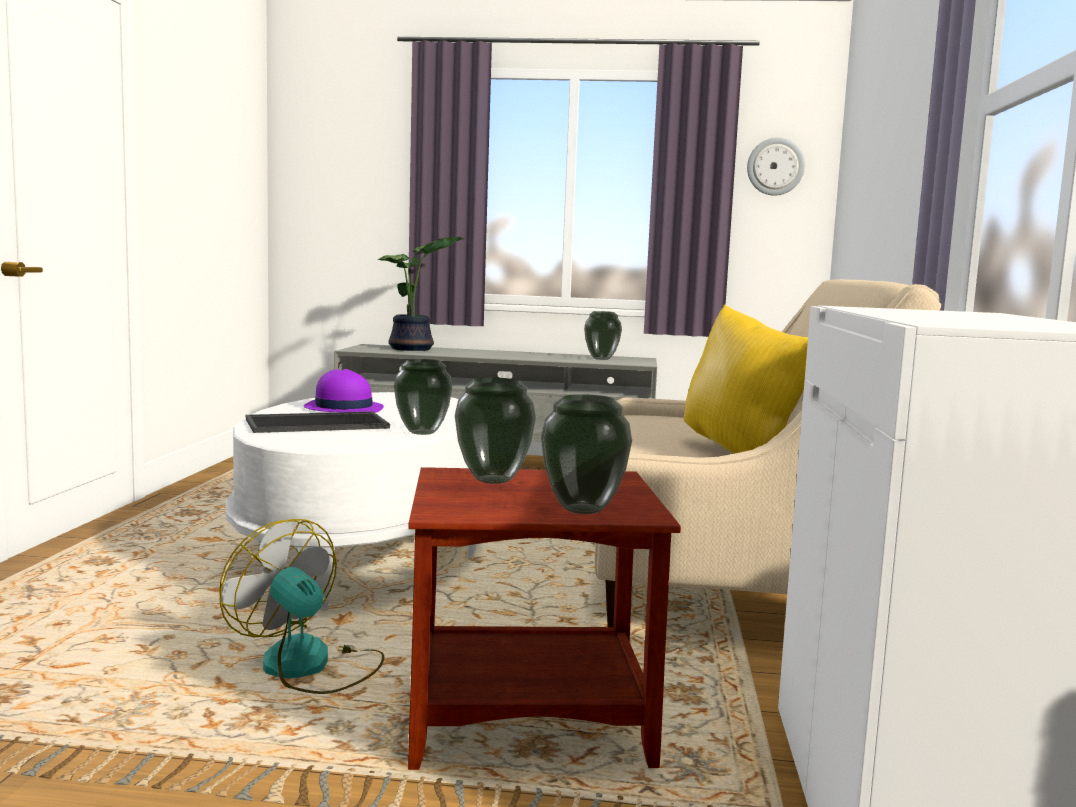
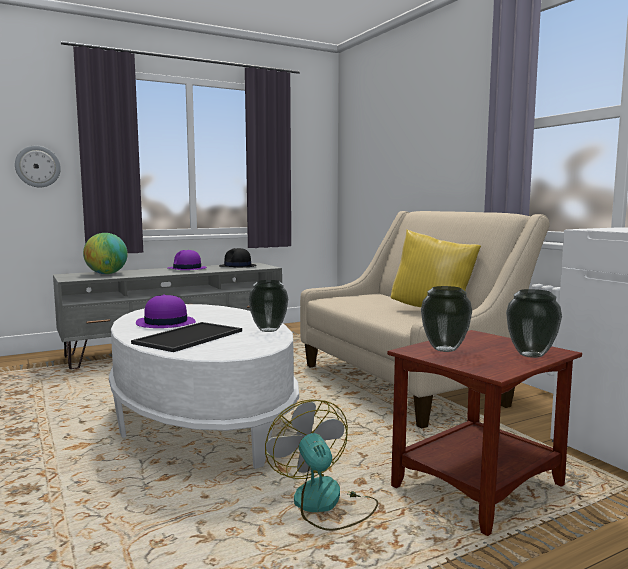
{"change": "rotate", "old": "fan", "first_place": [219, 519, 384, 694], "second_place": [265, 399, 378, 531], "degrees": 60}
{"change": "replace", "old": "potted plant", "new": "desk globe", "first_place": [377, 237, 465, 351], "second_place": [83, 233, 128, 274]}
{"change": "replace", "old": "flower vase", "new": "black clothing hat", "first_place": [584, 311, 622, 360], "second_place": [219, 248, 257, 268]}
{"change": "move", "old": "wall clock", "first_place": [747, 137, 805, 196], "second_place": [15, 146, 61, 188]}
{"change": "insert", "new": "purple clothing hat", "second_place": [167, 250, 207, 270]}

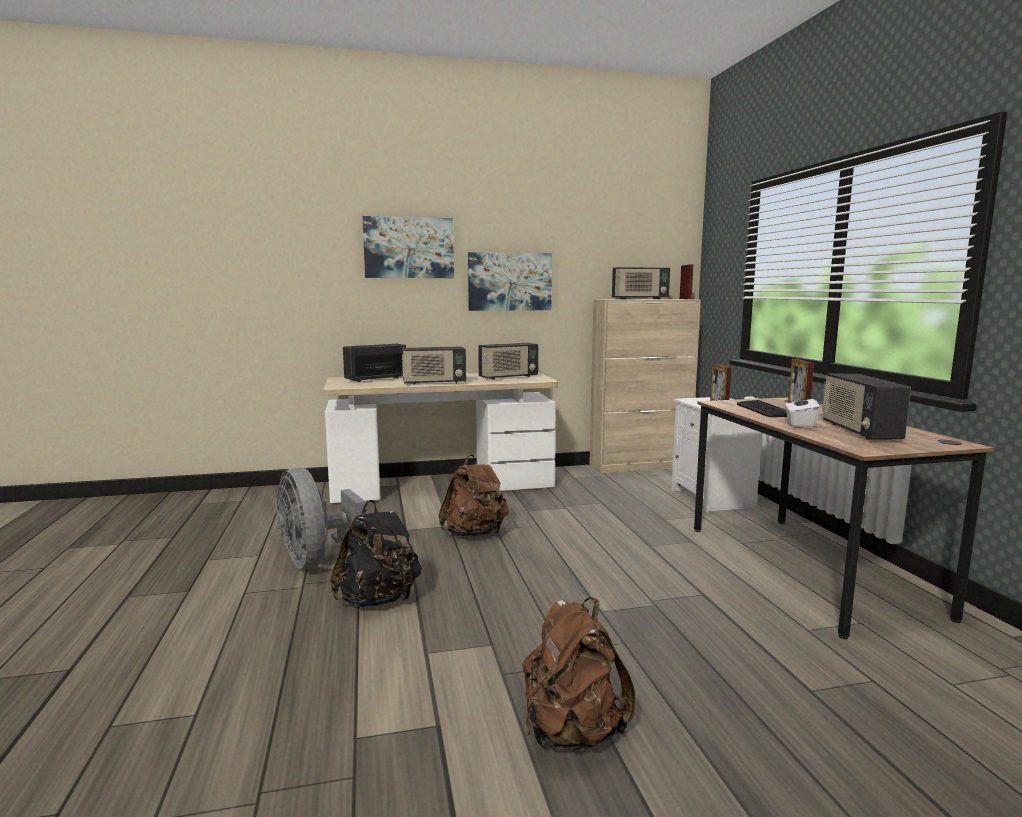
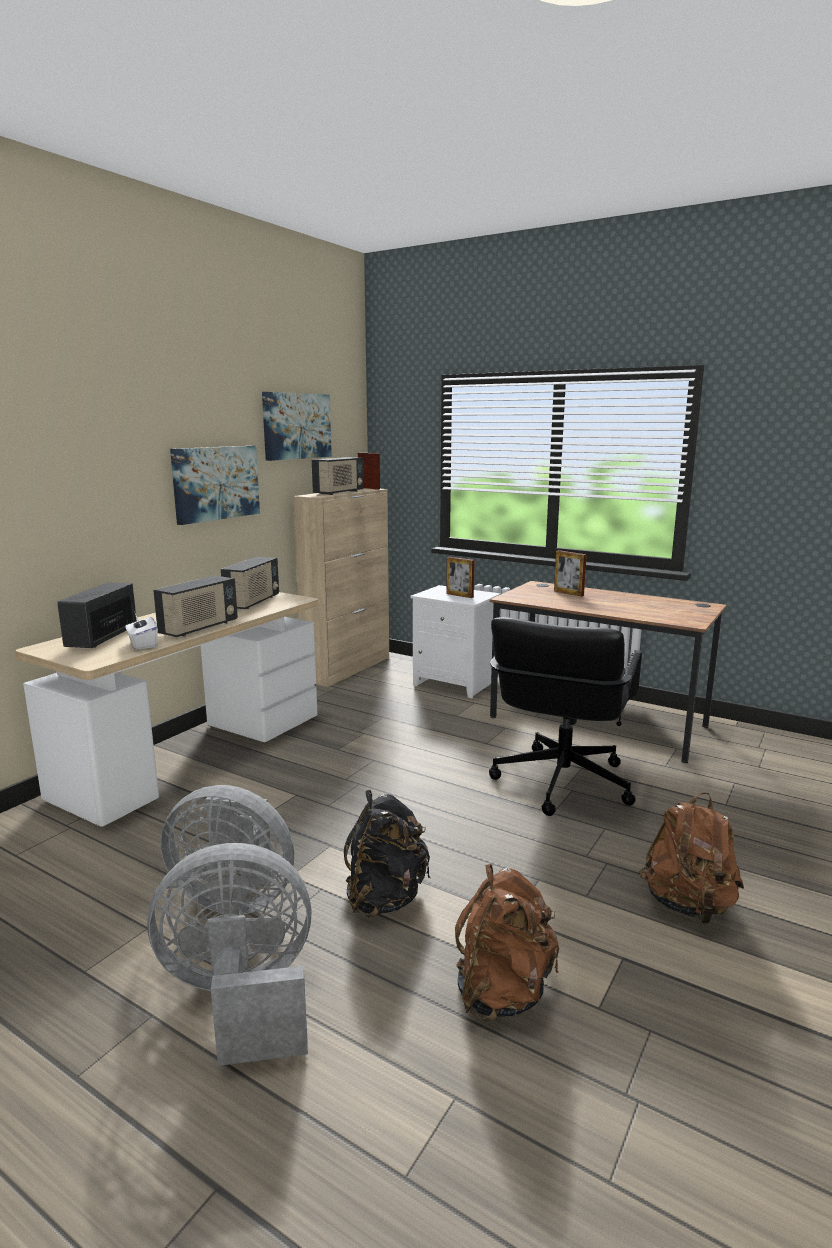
{"change": "move", "old": "wall picture", "first_place": [363, 216, 454, 278], "second_place": [262, 392, 332, 461]}
{"change": "move", "old": "brown knapsack", "first_place": [438, 454, 509, 537], "second_place": [455, 864, 559, 1022]}
{"change": "delete", "old": "computer keyboard", "first_place": [737, 400, 787, 417]}
{"change": "move", "old": "white-coloured tissue box", "first_place": [785, 393, 819, 428], "second_place": [125, 614, 158, 650]}
{"change": "delete", "old": "radio receiver", "first_place": [822, 374, 911, 440]}
{"change": "insert", "new": "greyish fan", "second_place": [147, 843, 312, 1066]}
{"change": "insert", "new": "black desk chair", "second_place": [489, 617, 642, 816]}

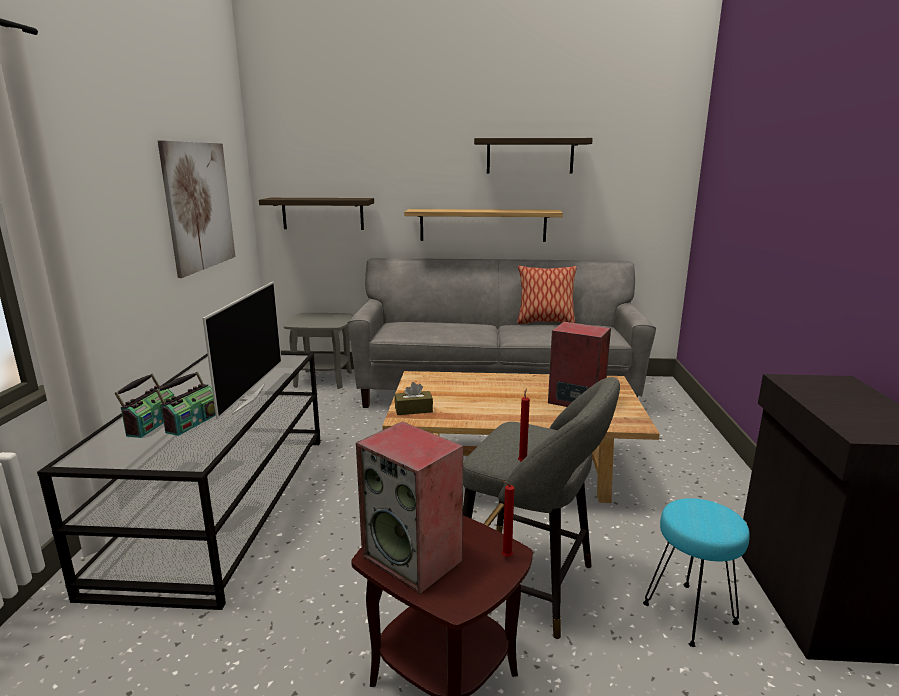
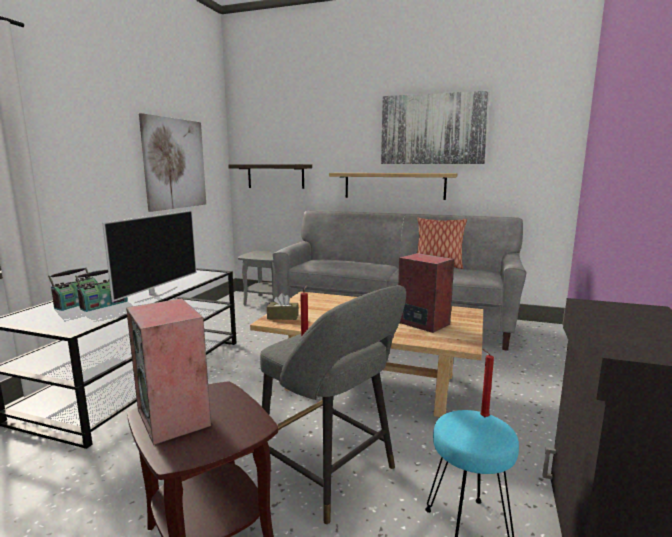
{"change": "replace", "old": "bracket shelf", "new": "wall picture", "first_place": [474, 138, 593, 174], "second_place": [381, 91, 490, 164]}
{"change": "move", "old": "red wax light", "first_place": [501, 480, 514, 557], "second_place": [480, 349, 494, 418]}

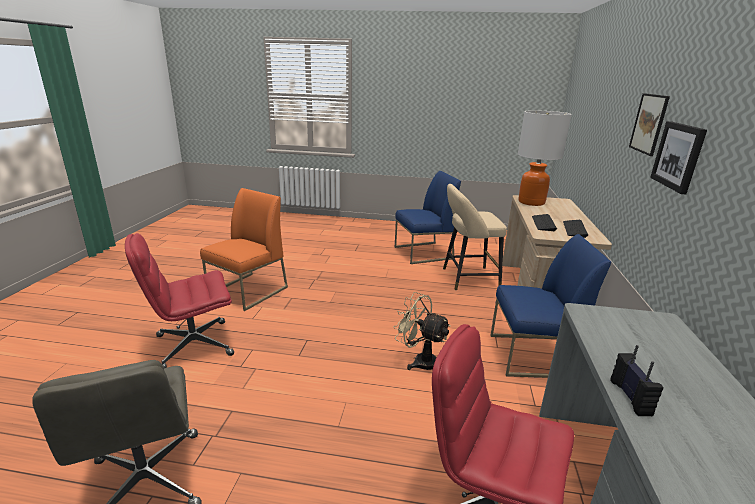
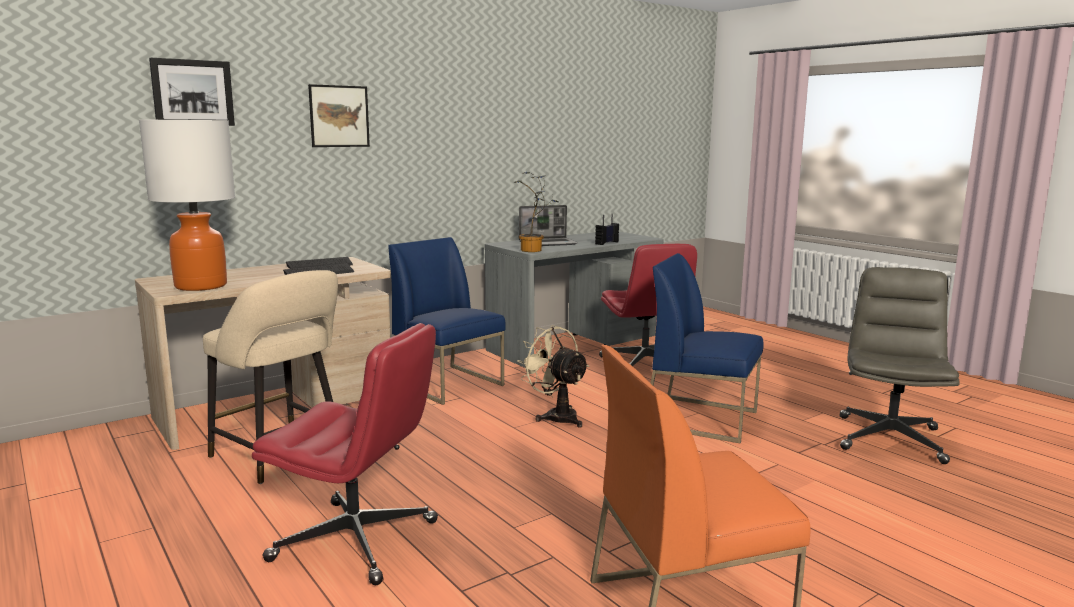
{"change": "move", "old": "red desk chair", "first_place": [125, 233, 234, 368], "second_place": [252, 323, 438, 585]}
{"change": "rotate", "old": "sand-coloured fan", "first_place": [394, 292, 451, 370], "second_place": [517, 325, 589, 428], "degrees": 150}
{"change": "move", "old": "blue-coloured plain chair", "first_place": [395, 171, 461, 264], "second_place": [651, 253, 764, 443]}
{"change": "move", "old": "wall picture", "first_place": [650, 121, 707, 194], "second_place": [149, 58, 235, 126]}
{"change": "insert", "new": "potted plant", "second_place": [514, 172, 559, 252]}
{"change": "insert", "new": "notebook computer", "second_place": [519, 205, 578, 246]}

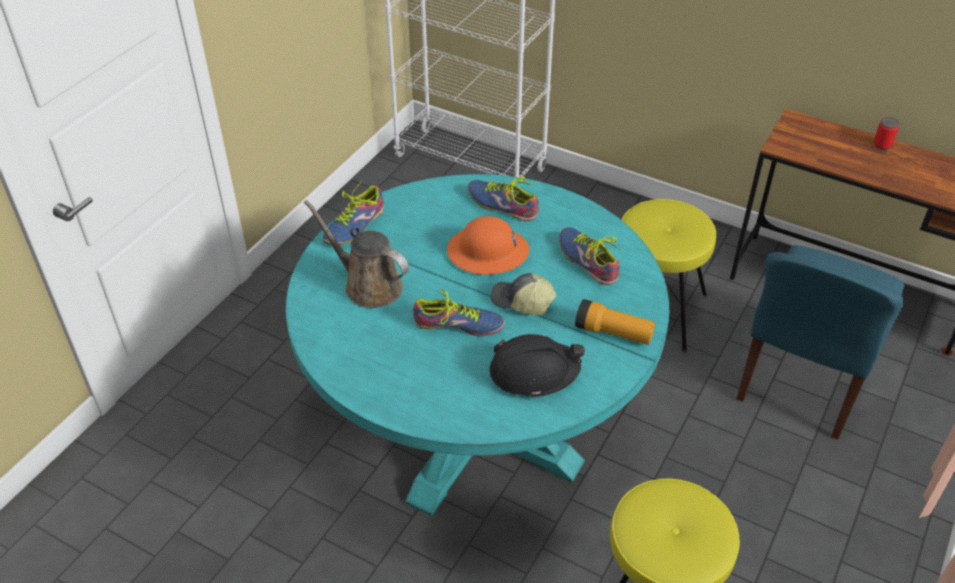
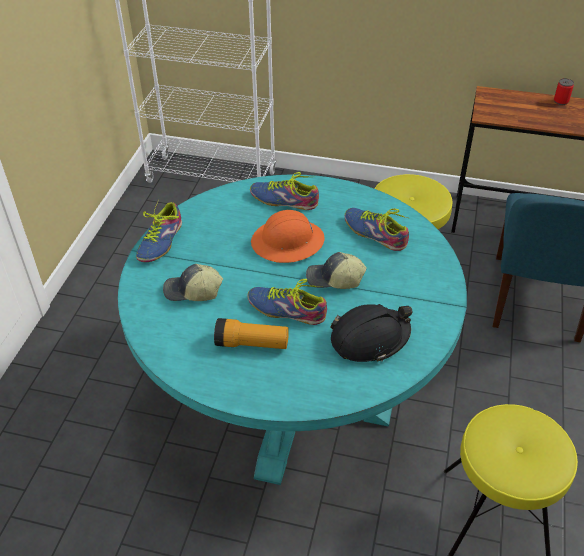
{"change": "replace", "old": "brown sprinkling can", "new": "peaked cap", "first_place": [304, 200, 409, 308], "second_place": [163, 264, 223, 301]}
{"change": "rotate", "old": "shoe", "first_place": [413, 289, 505, 336], "second_place": [247, 279, 327, 325], "degrees": -150}
{"change": "move", "old": "hand torch", "first_place": [575, 299, 655, 345], "second_place": [214, 318, 289, 349]}

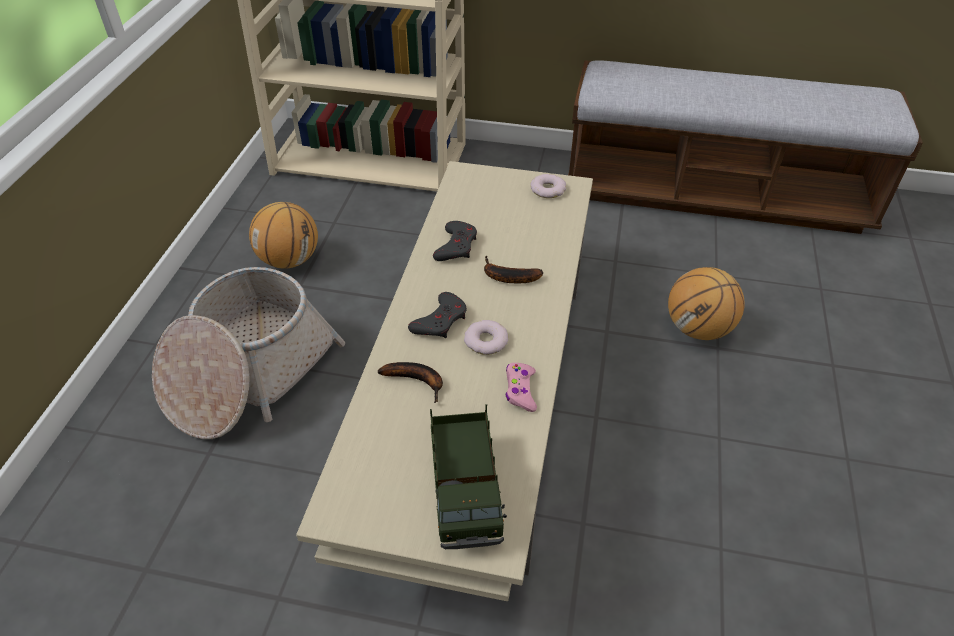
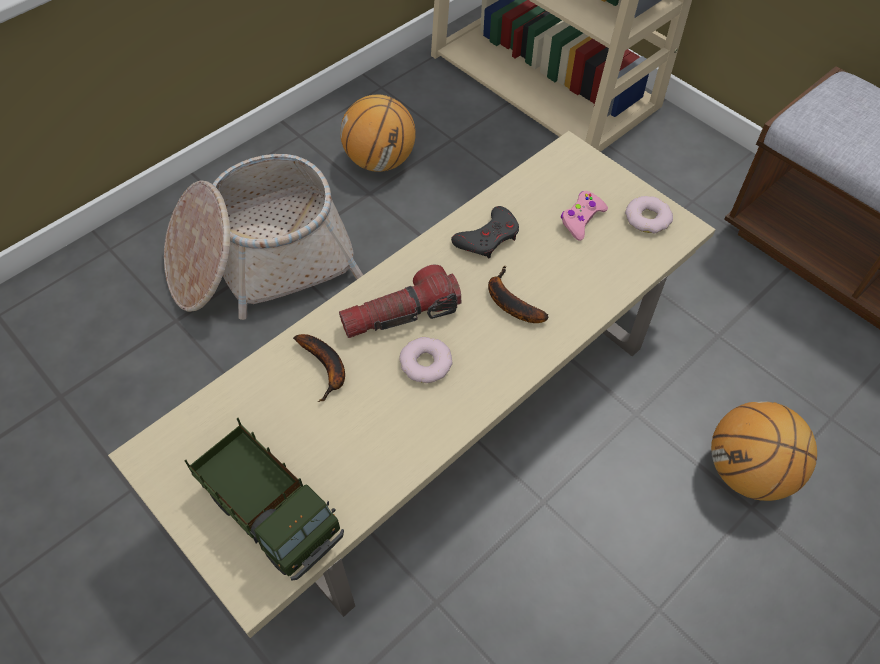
{"change": "replace", "old": "greyish gamepad", "new": "hand torch", "first_place": [408, 292, 467, 338], "second_place": [339, 265, 461, 338]}
{"change": "rotate", "old": "toy truck", "first_place": [430, 404, 507, 549], "second_place": [184, 418, 344, 581], "degrees": -75}
{"change": "move", "old": "pinkish gamepad", "first_place": [506, 363, 537, 412], "second_place": [561, 191, 608, 241]}

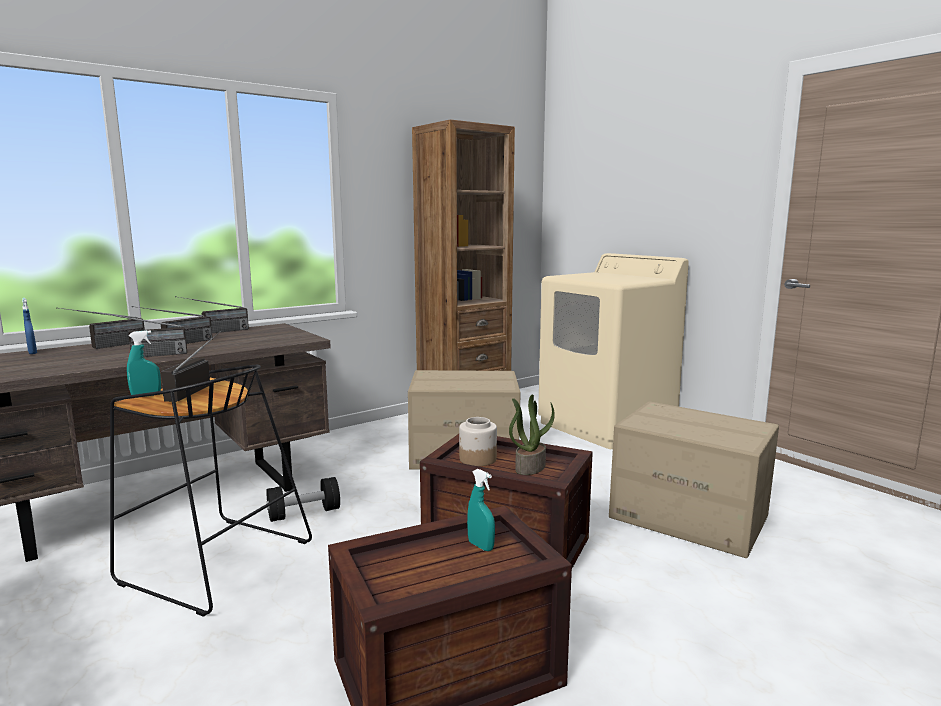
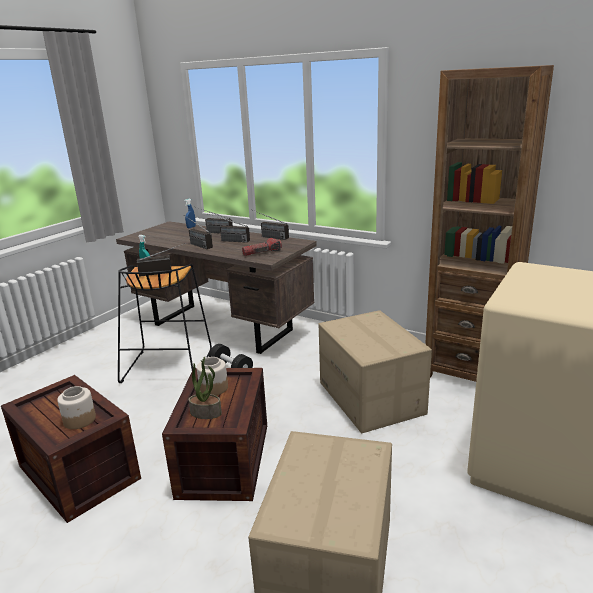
{"change": "replace", "old": "turquoise-coloured sprayer", "new": "storage jar", "first_place": [467, 469, 495, 551], "second_place": [57, 386, 96, 429]}
{"change": "insert", "new": "hand torch", "second_place": [242, 238, 282, 256]}

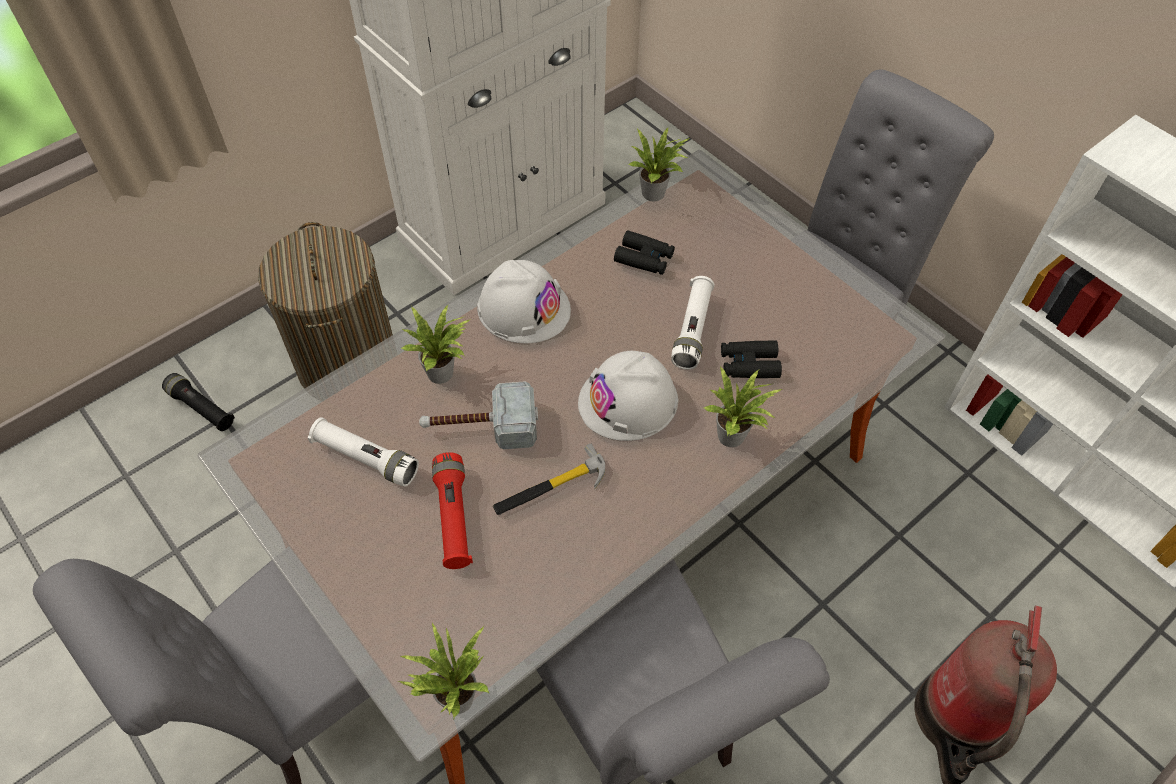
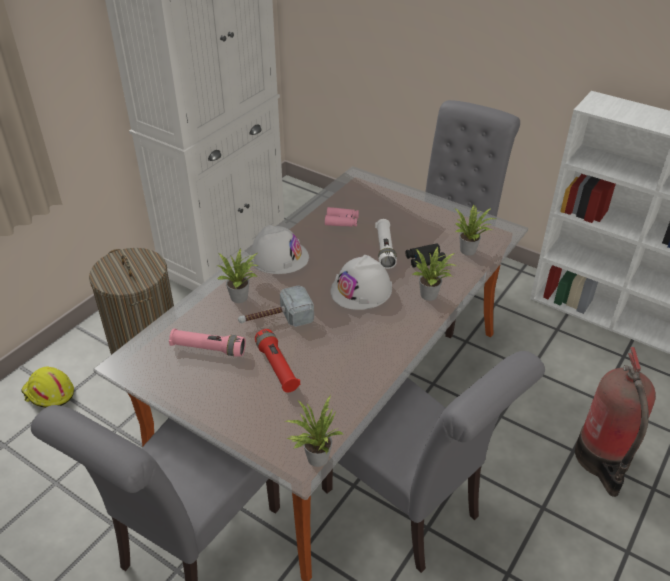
{"change": "replace", "old": "black hand torch", "new": "yellow-coloured work helmet", "first_place": [162, 373, 235, 431], "second_place": [21, 366, 74, 408]}
{"change": "recolor", "old": "white-coloured hand torch", "new": "pinkish hand torch", "first_place": [307, 417, 419, 486], "second_place": [169, 329, 246, 357]}
{"change": "delete", "old": "hand hammer", "first_place": [493, 444, 605, 515]}
{"change": "recolor", "old": "black field glasses", "new": "pinkish field glasses", "first_place": [614, 230, 675, 275], "second_place": [325, 207, 359, 227]}
{"change": "move", "old": "potted plant", "first_place": [628, 128, 690, 202], "second_place": [455, 204, 496, 256]}

